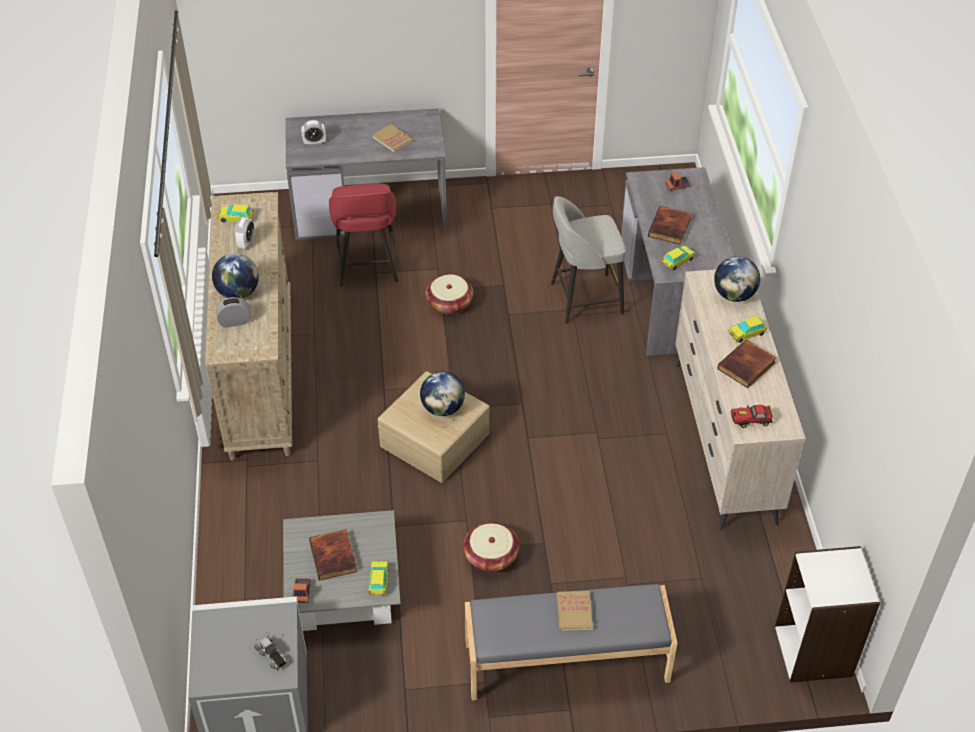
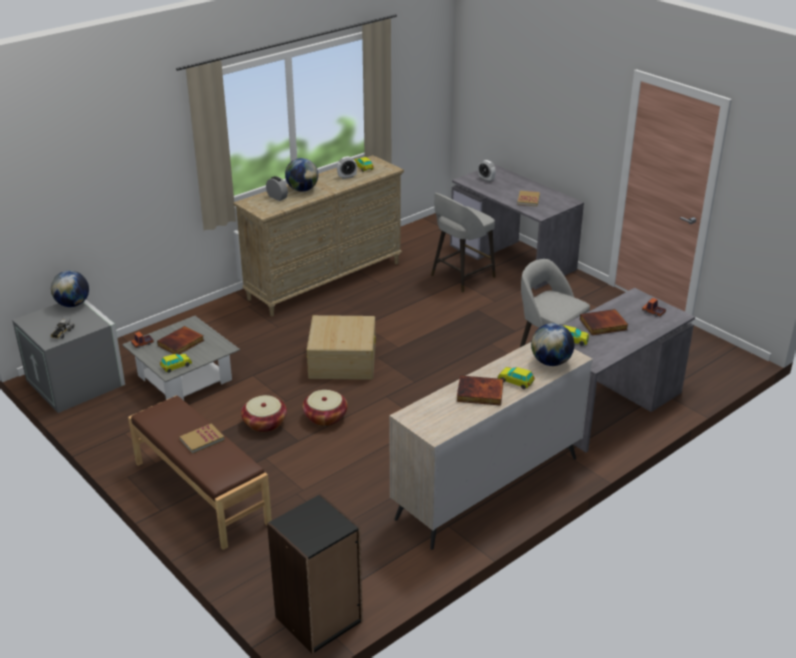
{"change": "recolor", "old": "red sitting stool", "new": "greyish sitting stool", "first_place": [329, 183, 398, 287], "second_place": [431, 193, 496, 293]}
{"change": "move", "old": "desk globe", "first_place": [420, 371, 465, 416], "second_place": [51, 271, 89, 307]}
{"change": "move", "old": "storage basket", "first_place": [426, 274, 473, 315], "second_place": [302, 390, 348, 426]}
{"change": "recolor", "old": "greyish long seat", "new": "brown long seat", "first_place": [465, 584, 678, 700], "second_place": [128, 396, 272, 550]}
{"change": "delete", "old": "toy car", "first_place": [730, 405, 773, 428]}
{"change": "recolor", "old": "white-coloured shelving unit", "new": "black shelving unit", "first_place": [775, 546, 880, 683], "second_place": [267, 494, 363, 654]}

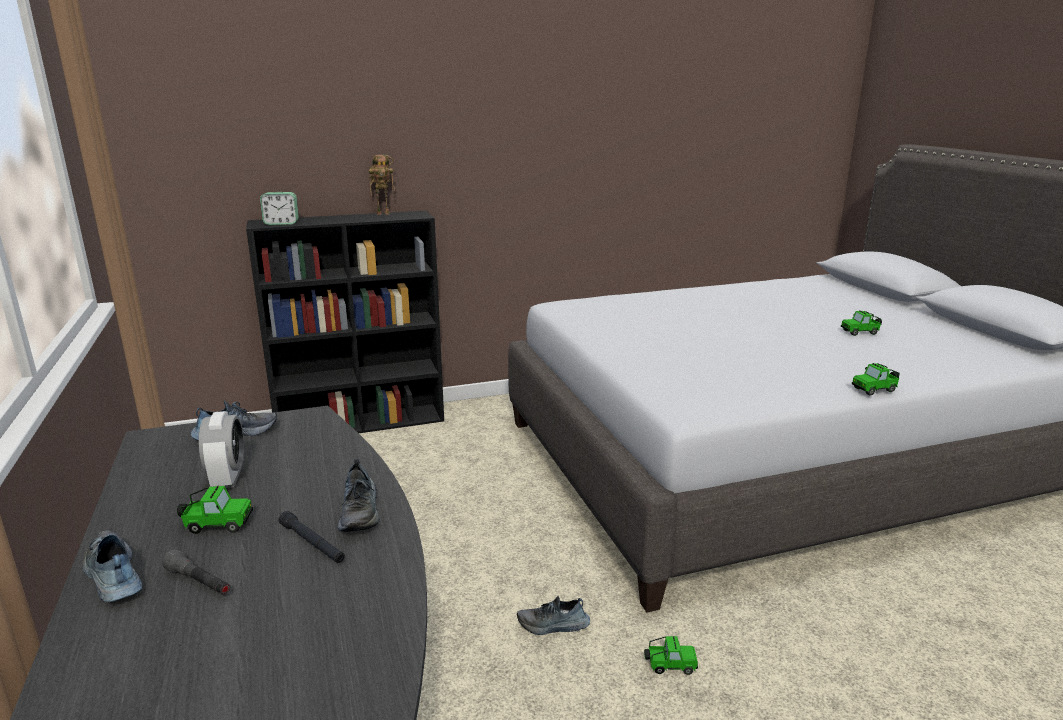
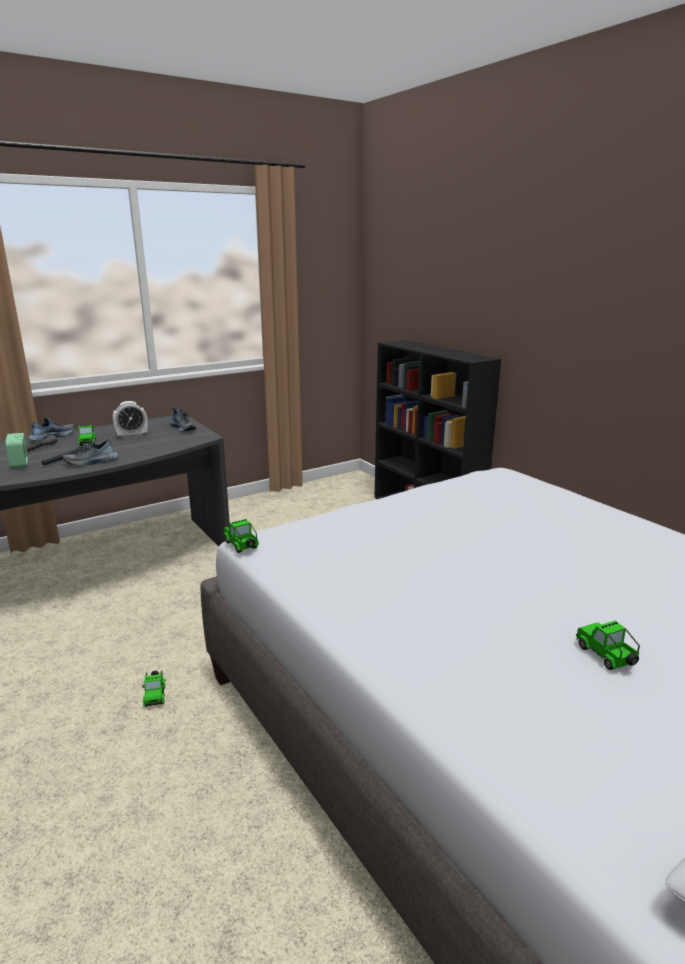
{"change": "move", "old": "bedside clock", "first_place": [260, 192, 299, 225], "second_place": [6, 433, 28, 469]}
{"change": "delete", "old": "model robot", "first_place": [369, 155, 395, 215]}
{"change": "delete", "old": "shoe", "first_place": [517, 596, 590, 635]}
{"change": "move", "old": "toy car", "first_place": [852, 363, 900, 396], "second_place": [223, 519, 259, 553]}

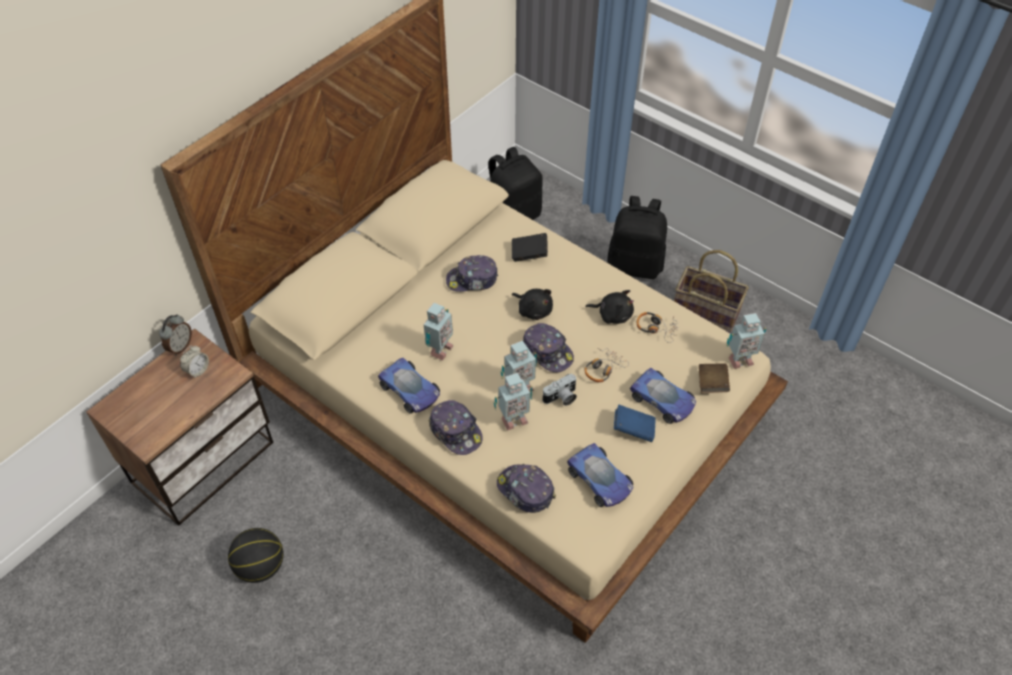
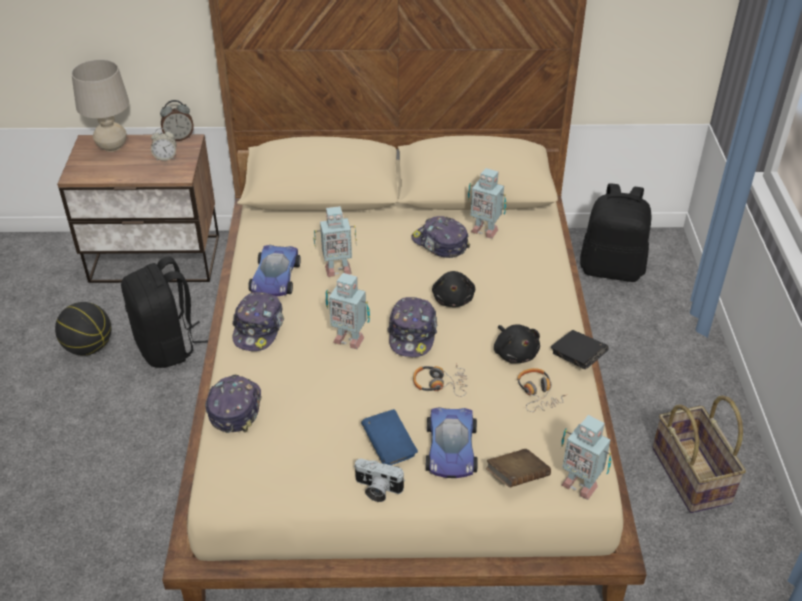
{"change": "move", "old": "model robot", "first_place": [494, 373, 532, 431], "second_place": [468, 168, 507, 239]}
{"change": "move", "old": "black bound book", "first_place": [512, 233, 548, 262], "second_place": [550, 330, 609, 369]}
{"change": "move", "old": "still camera", "first_place": [542, 374, 577, 406], "second_place": [355, 459, 404, 502]}
{"change": "delete", "old": "toy car", "first_place": [567, 443, 634, 507]}
{"change": "move", "old": "black knapsack", "first_place": [608, 196, 667, 279], "second_place": [121, 256, 208, 368]}
{"change": "insert", "new": "sand-coloured table lamp", "second_place": [71, 59, 129, 152]}

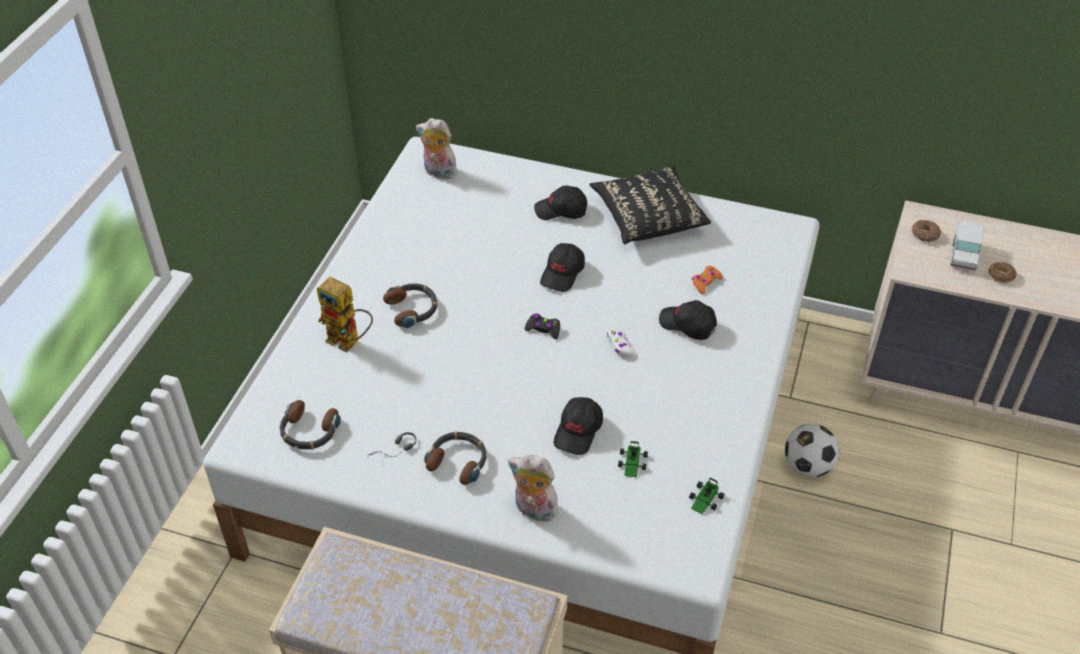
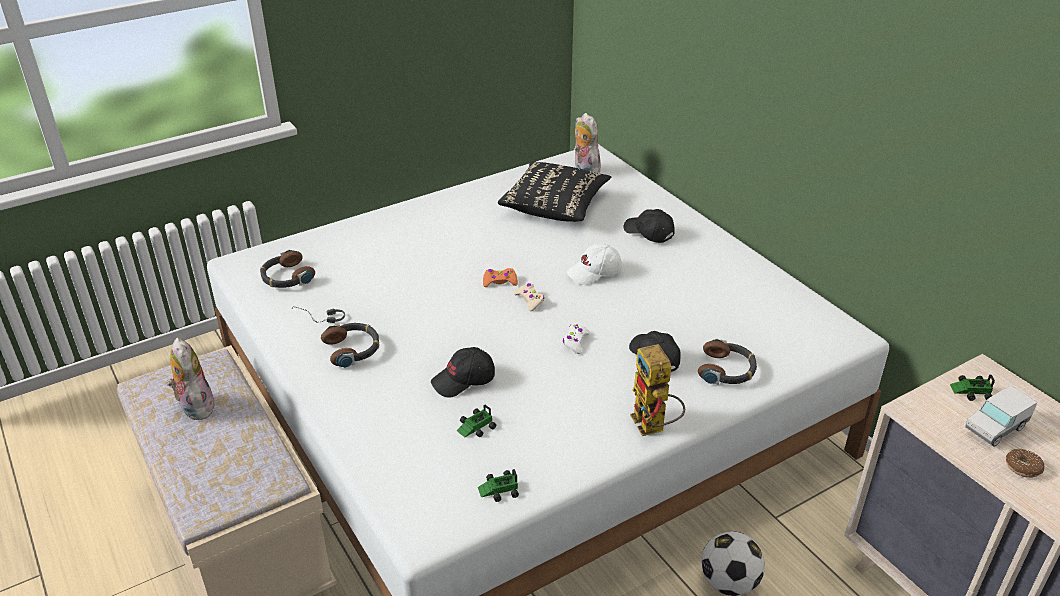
{"change": "move", "old": "model robot", "first_place": [317, 277, 373, 353], "second_place": [630, 344, 685, 436]}
{"change": "move", "old": "headset", "first_place": [383, 283, 437, 328], "second_place": [698, 338, 757, 385]}
{"change": "move", "old": "soft toy", "first_place": [508, 455, 558, 522], "second_place": [167, 338, 215, 420]}
{"change": "recolor", "old": "black gamepad", "new": "sand-coloured gamepad", "first_place": [525, 313, 560, 339], "second_place": [514, 283, 544, 311]}
{"change": "recolor", "old": "black peaked cap", "new": "white-coloured peaked cap", "first_place": [540, 243, 585, 292], "second_place": [567, 244, 622, 285]}
{"change": "move", "old": "black pillow", "first_place": [589, 165, 711, 244], "second_place": [498, 161, 611, 222]}
{"change": "move", "old": "orangey gamepad", "first_place": [692, 266, 723, 294], "second_place": [483, 268, 518, 287]}
{"change": "replace", "old": "donut", "new": "toy car", "first_place": [912, 220, 941, 242], "second_place": [950, 375, 995, 401]}

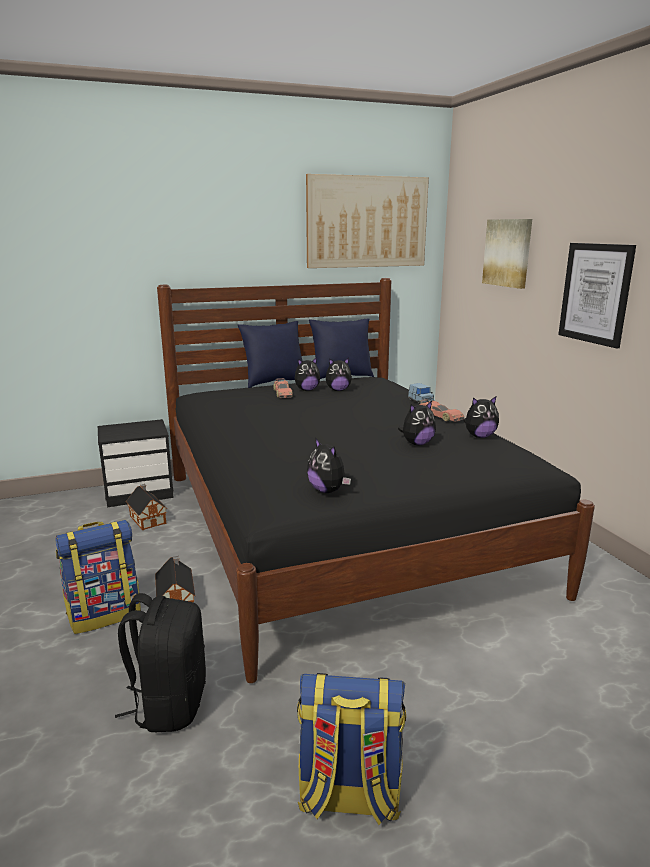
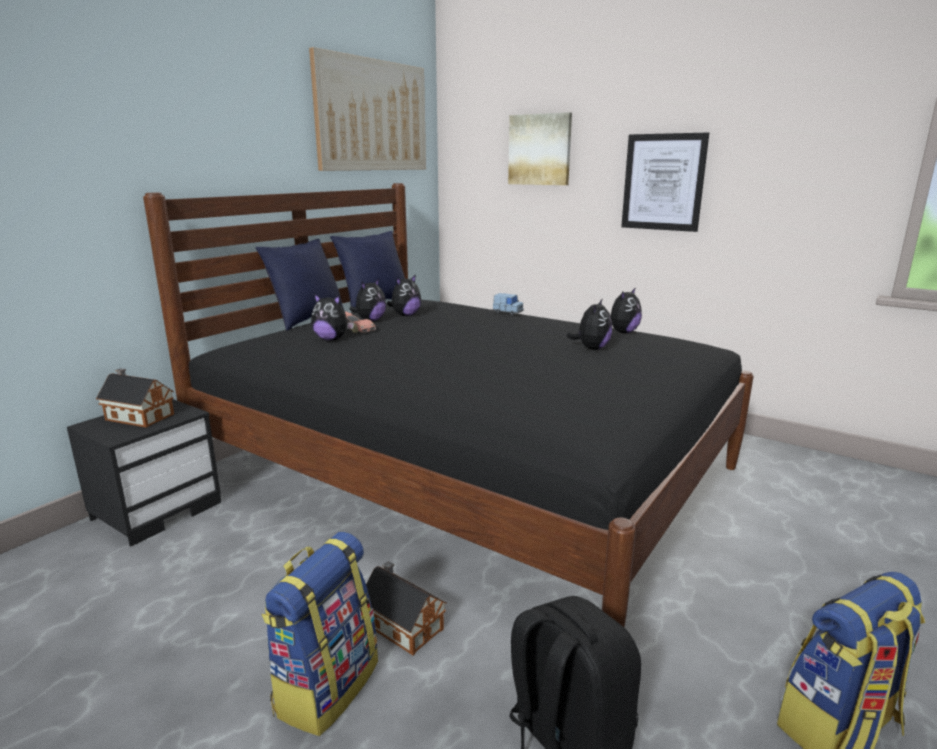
{"change": "move", "old": "toy house", "first_place": [126, 484, 167, 530], "second_place": [96, 368, 174, 428]}
{"change": "move", "old": "soft toy", "first_place": [307, 439, 351, 493], "second_place": [311, 293, 354, 341]}
{"change": "delete", "old": "toy car", "first_place": [420, 399, 464, 422]}

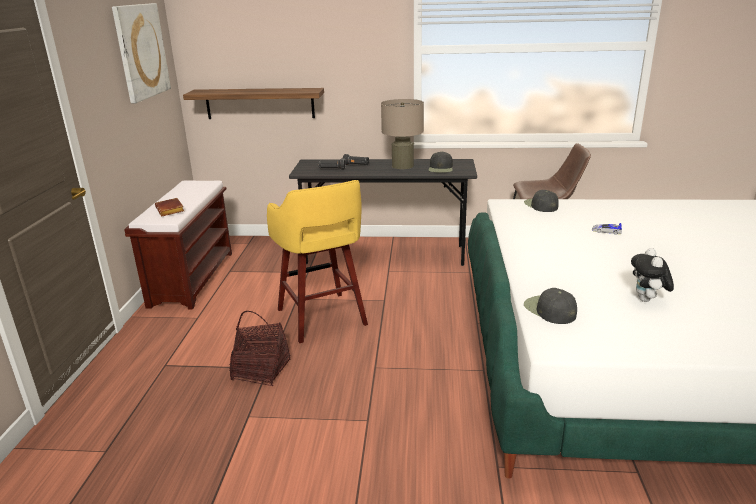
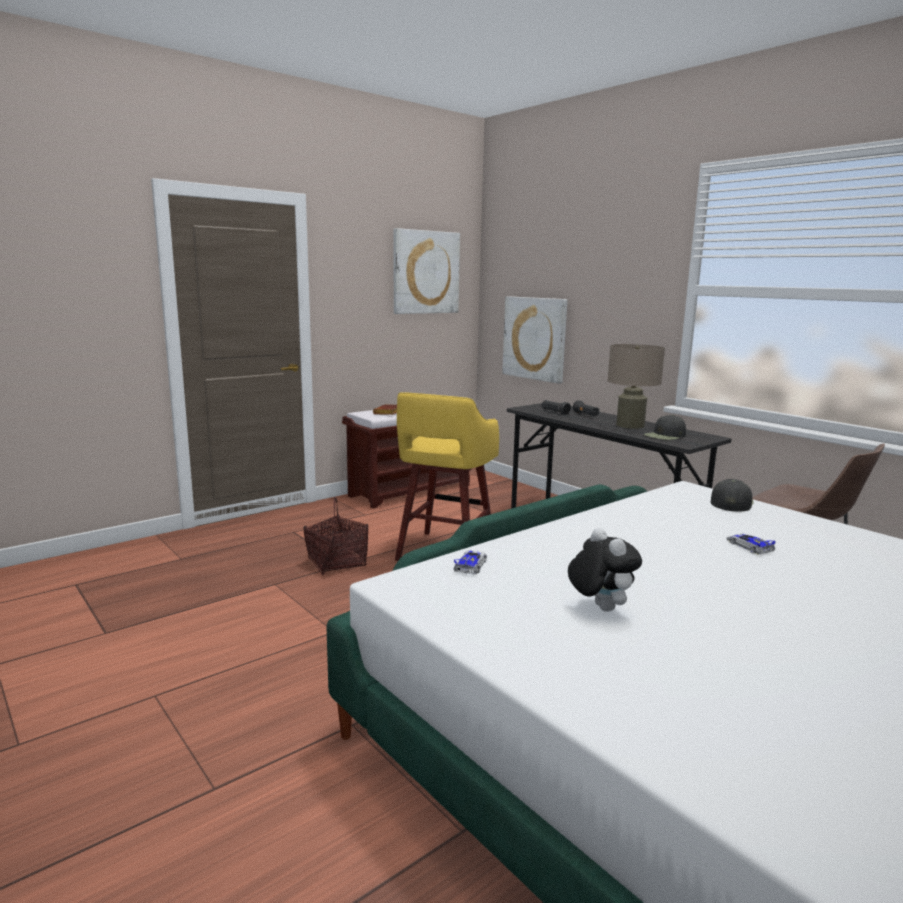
{"change": "replace", "old": "bracket shelf", "new": "wall picture", "first_place": [183, 88, 324, 119], "second_place": [502, 296, 567, 384]}
{"change": "replace", "old": "black peaked cap", "new": "toy car", "first_place": [524, 288, 577, 324], "second_place": [453, 550, 487, 575]}
{"change": "rotate", "old": "soft toy", "first_place": [631, 248, 674, 302], "second_place": [568, 528, 642, 612], "degrees": 105}

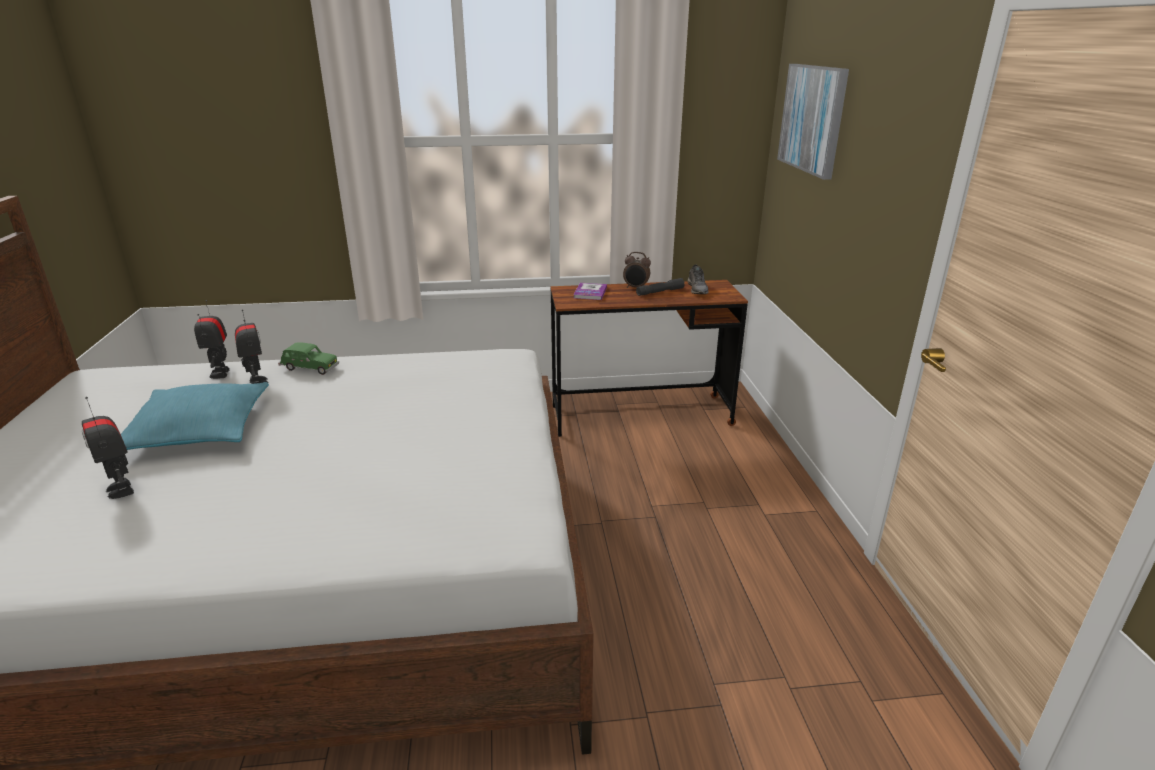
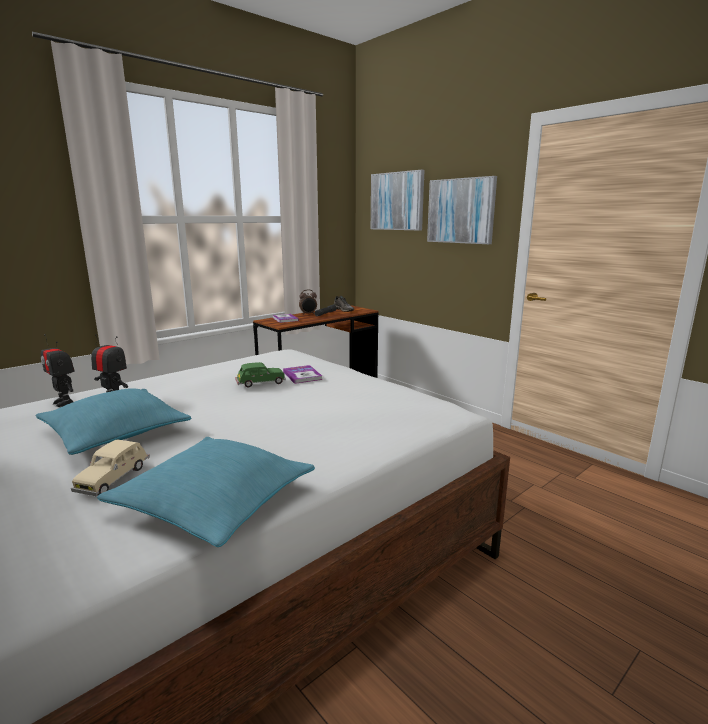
{"change": "replace", "old": "model robot", "new": "sand-coloured toy car", "first_place": [82, 397, 134, 499], "second_place": [71, 440, 150, 496]}
{"change": "move", "old": "green toy car", "first_place": [278, 342, 339, 375], "second_place": [235, 362, 286, 388]}
{"change": "insert", "new": "turquoise-coloured pillow", "second_place": [97, 437, 315, 547]}
{"change": "insert", "new": "bound book", "second_place": [283, 365, 322, 384]}
{"change": "insert", "new": "wall picture", "second_place": [427, 176, 497, 244]}

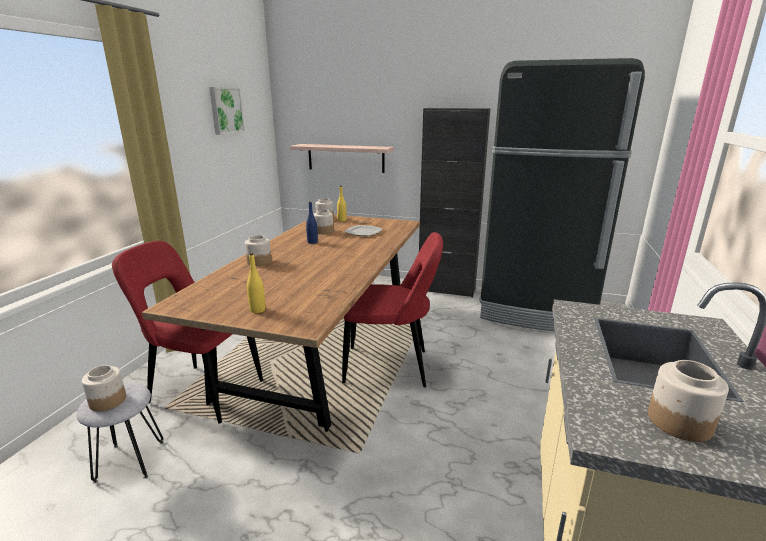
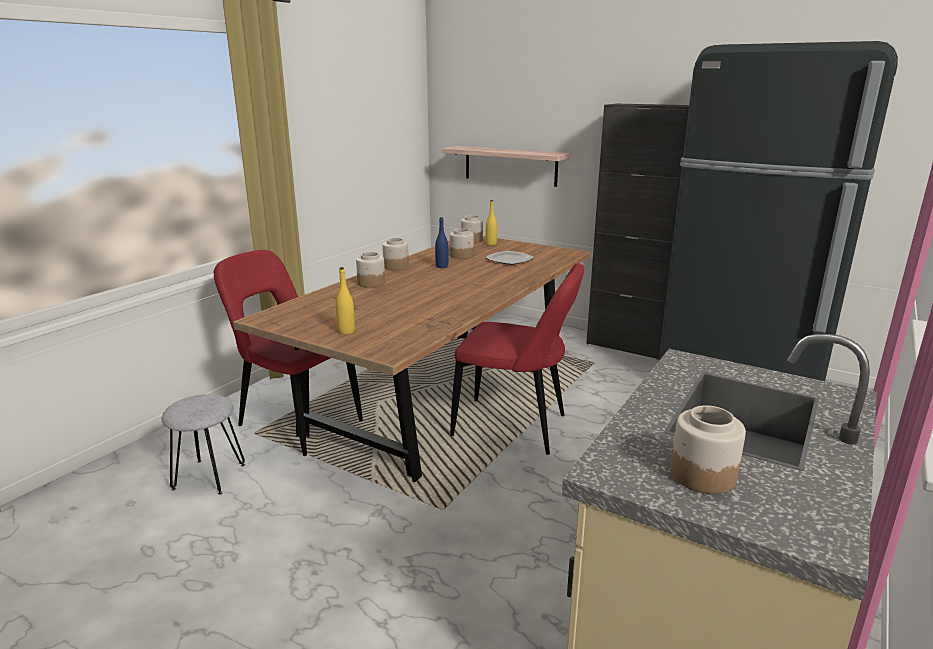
{"change": "move", "old": "storage jar", "first_place": [82, 365, 126, 412], "second_place": [382, 238, 409, 270]}
{"change": "delete", "old": "wall picture", "first_place": [209, 87, 245, 135]}

